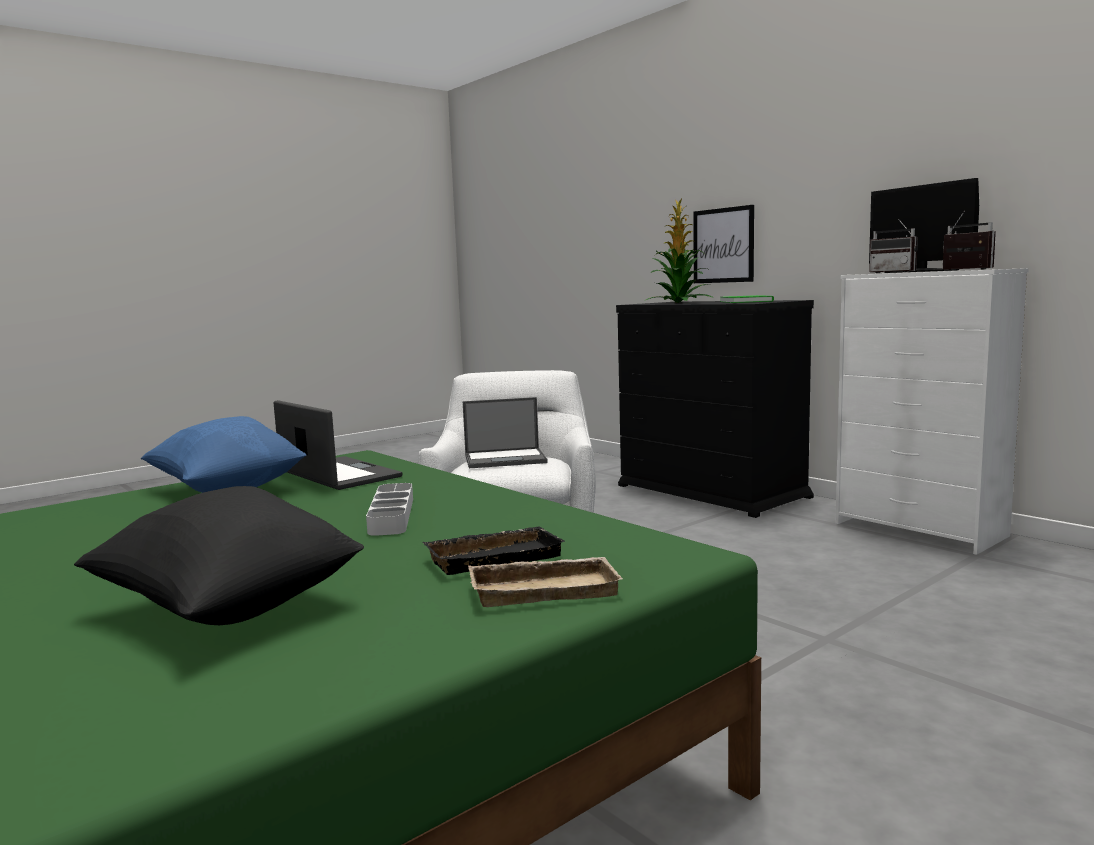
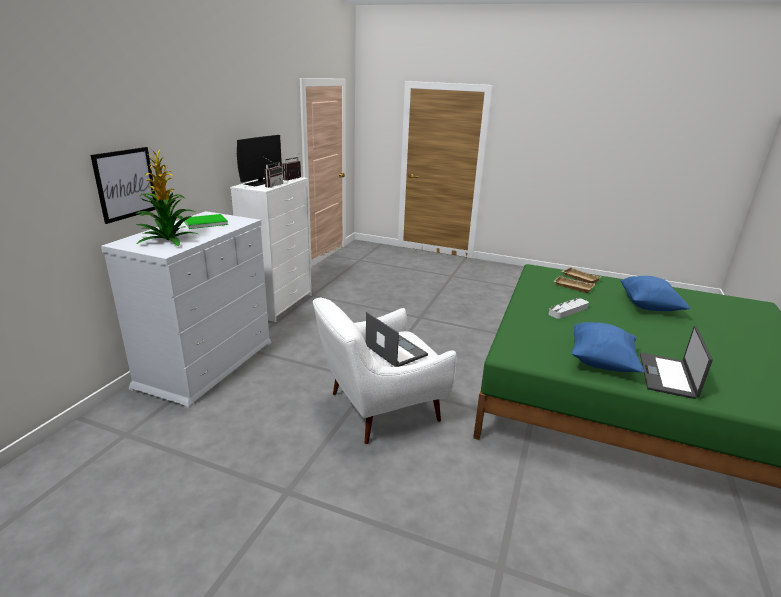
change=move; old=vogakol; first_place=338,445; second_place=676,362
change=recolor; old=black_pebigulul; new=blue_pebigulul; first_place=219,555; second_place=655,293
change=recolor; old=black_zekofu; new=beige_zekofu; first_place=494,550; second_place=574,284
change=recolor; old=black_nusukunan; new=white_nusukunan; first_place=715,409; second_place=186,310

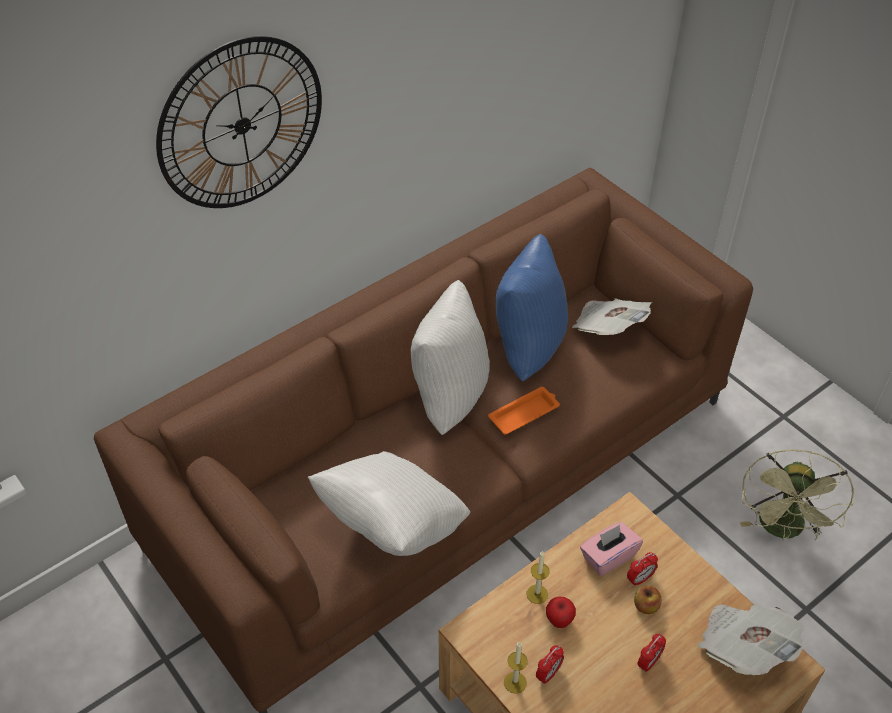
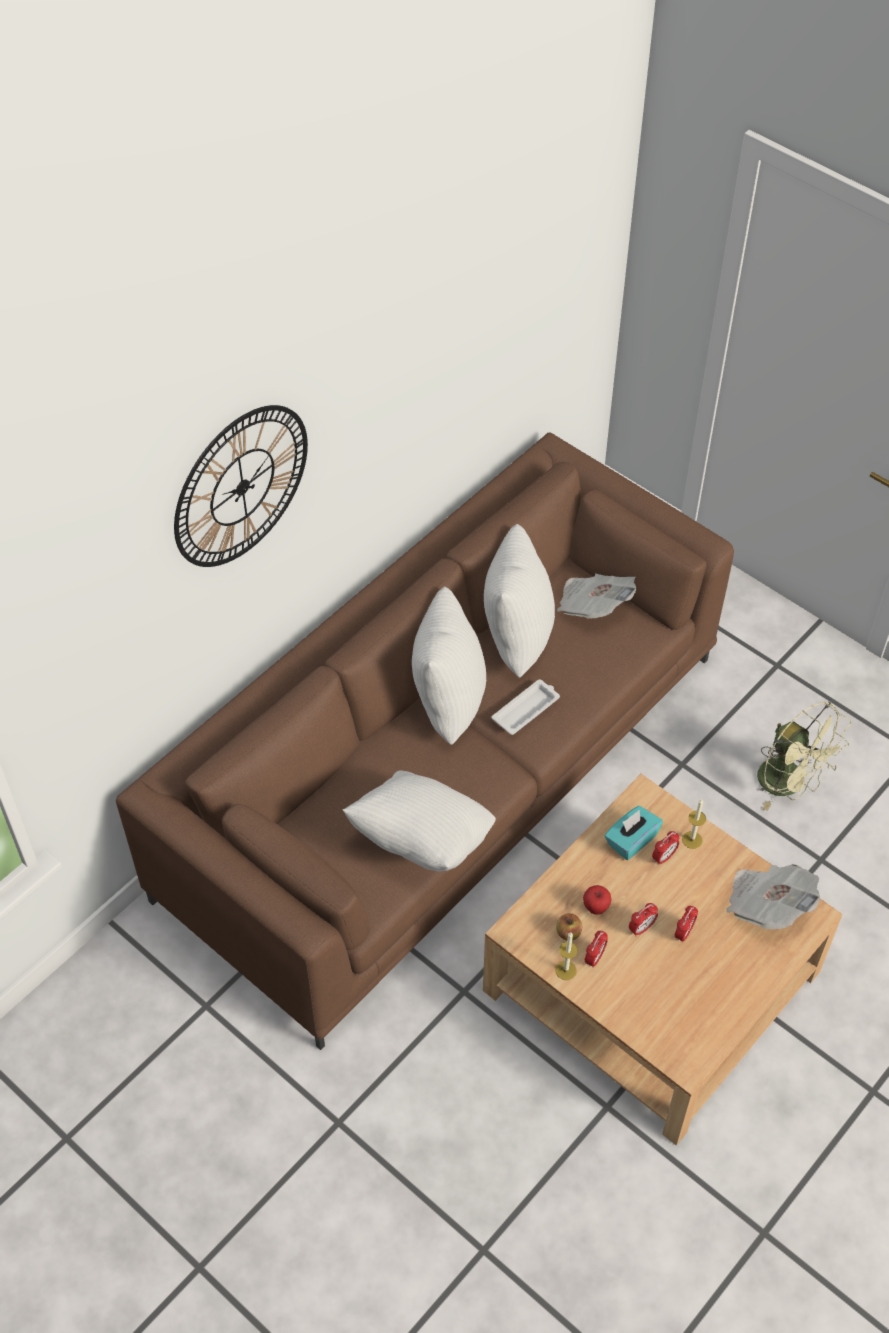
change=insert; new=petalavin; second_place=643,920
change=move; old=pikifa; first_place=538,577; second_place=694,824
change=move; old=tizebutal; first_place=648,599; second_place=569,926
change=recolor; old=orange_zekofu; new=white_zekofu; first_place=524,411; second_place=526,707
change=recolor; old=blue_pebigulul; new=white_pebigulul; first_place=531,308; second_place=519,601
change=recolor; old=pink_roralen; new=turquoise_roralen; first_place=611,549; second_place=633,833
change=rotate; old=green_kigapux; first_place=797,495; second_place=804,756; degrees=-45

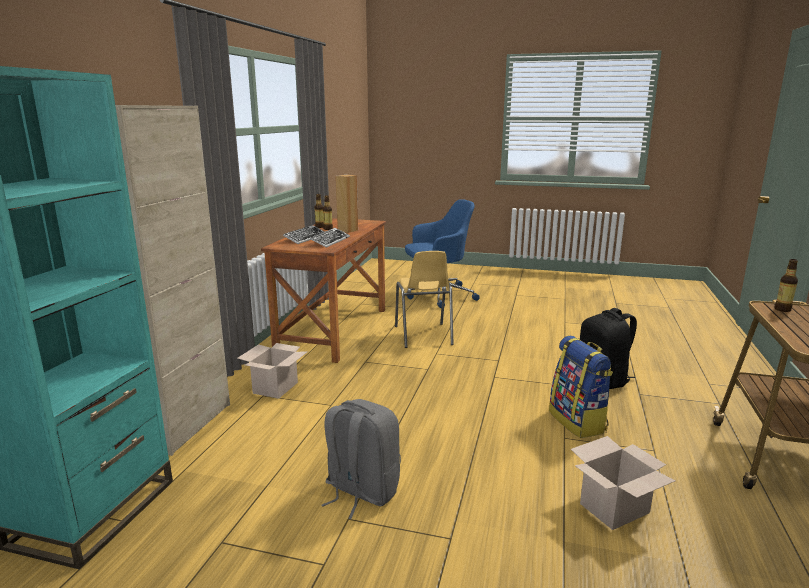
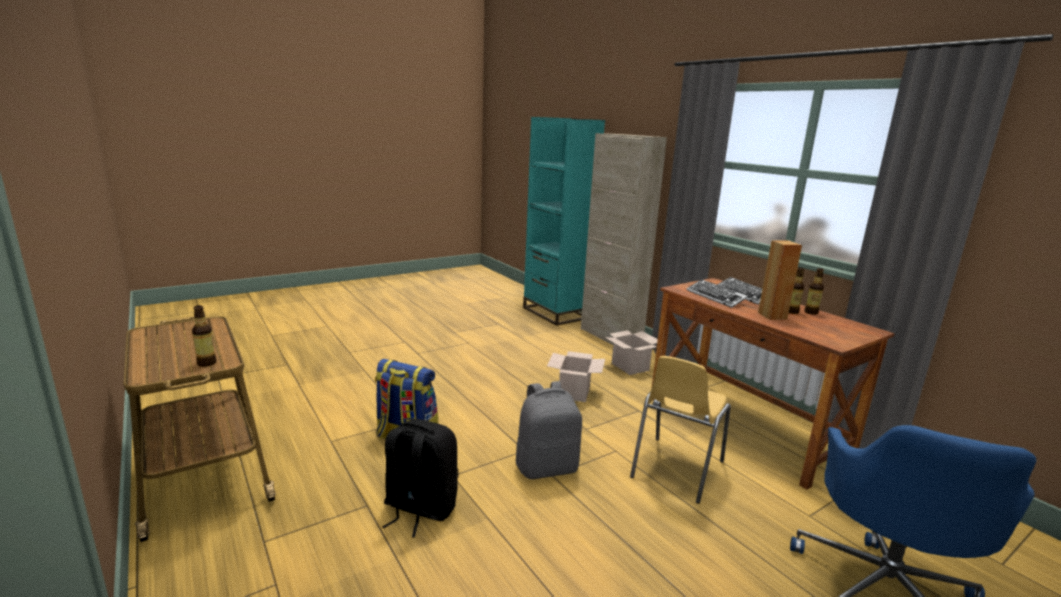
change=move; old=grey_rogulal; first_place=361,459; second_place=549,430
change=move; old=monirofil; first_place=623,483; second_place=576,376
change=rotate; old=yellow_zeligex; first_place=424,299; second_place=680,430; degrees=-90

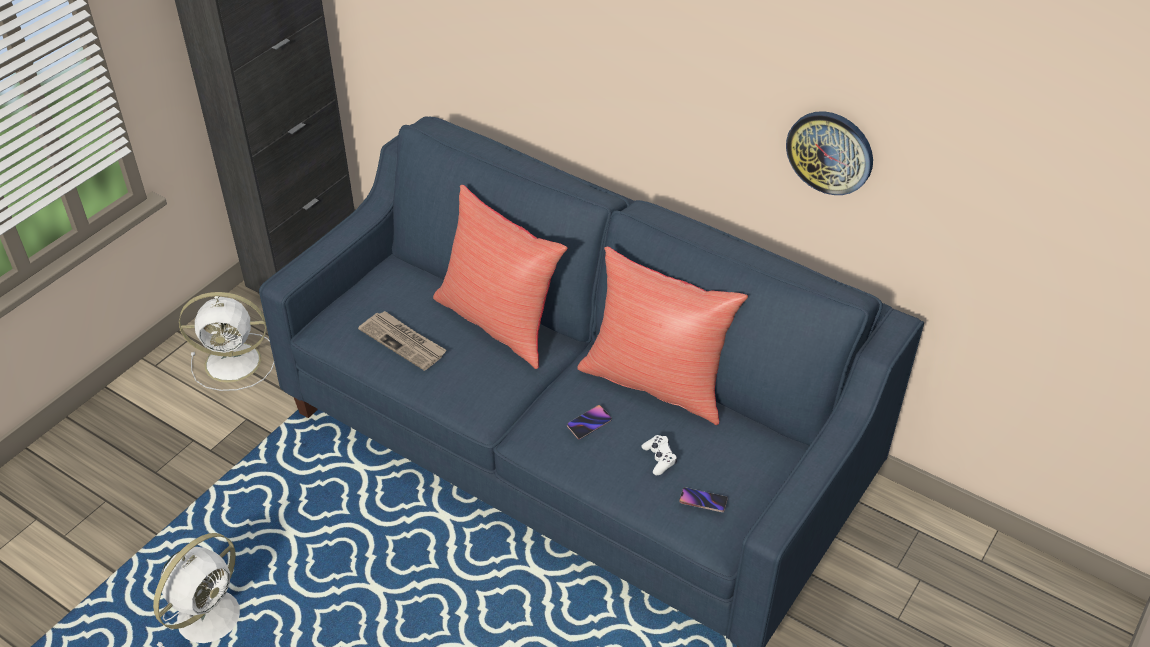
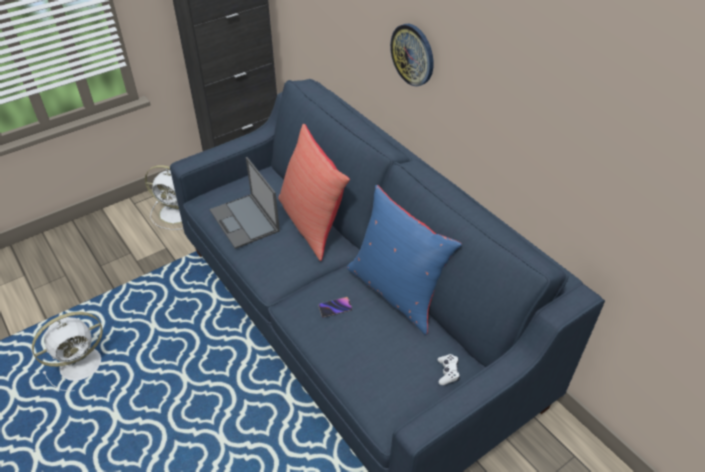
change=delete; old=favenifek; first_place=703,499
change=move; old=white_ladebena; first_place=659,455; second_place=448,369
change=move; old=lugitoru; first_place=829,153; second_place=412,55
change=replace; old=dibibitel; new=vogakol; first_place=402,341; second_place=245,203
change=recolor; old=red_pebigulul; new=blue_pebigulul; first_place=662,336; second_place=404,260

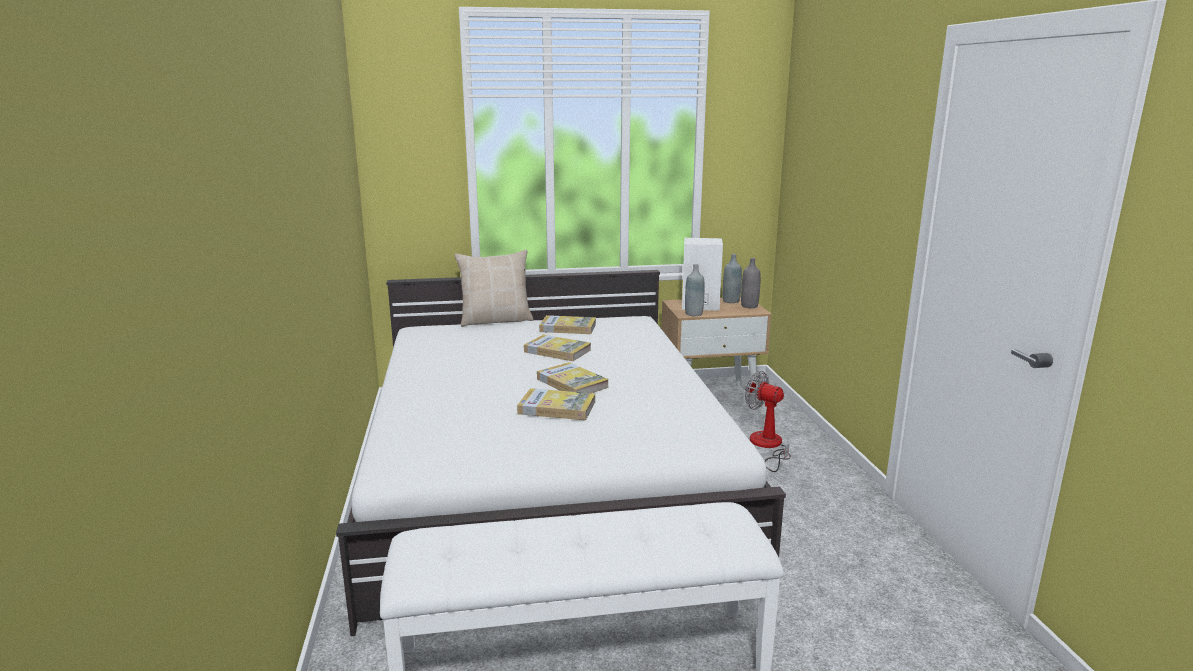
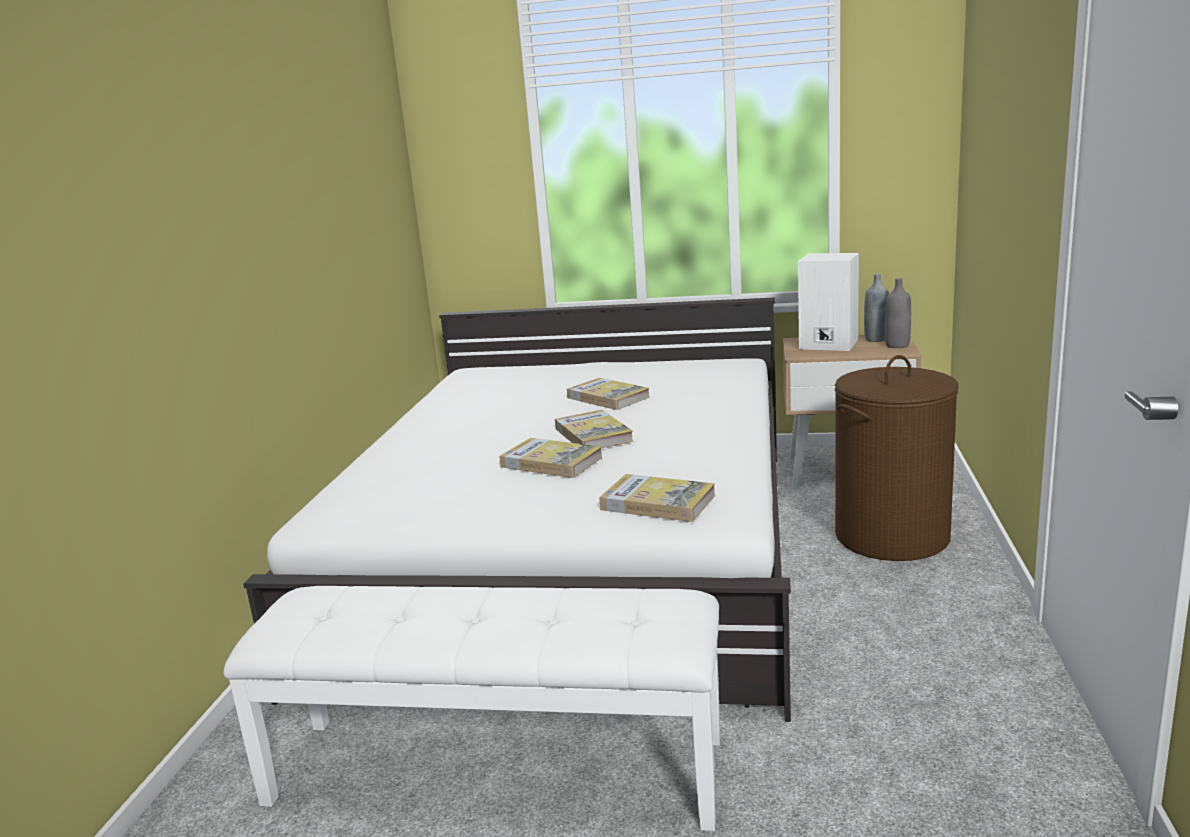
change=delete; old=beige_pebigulul; first_place=494,288
change=delete; old=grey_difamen; first_place=694,290
change=move; old=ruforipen; first_place=567,324; second_place=657,498
change=replace; old=kigapux; new=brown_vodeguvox; first_place=768,421; second_place=896,458

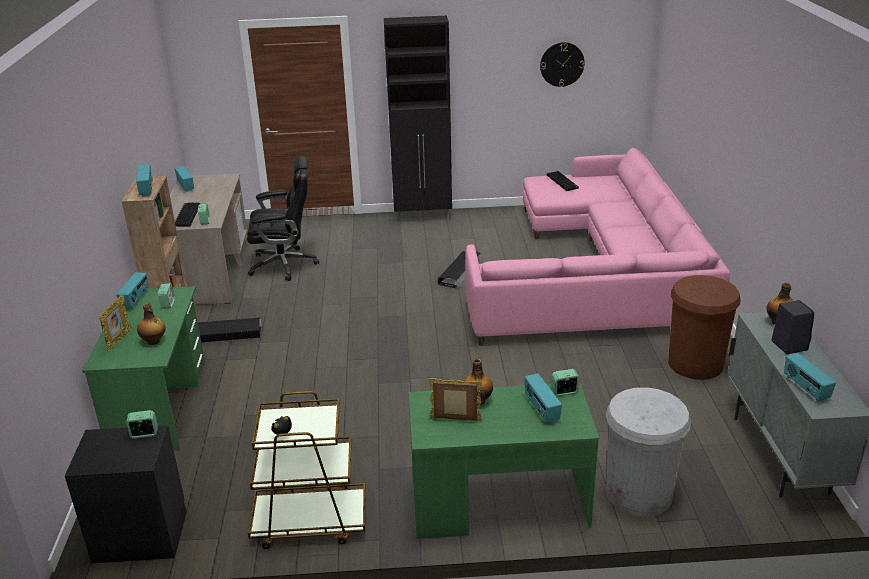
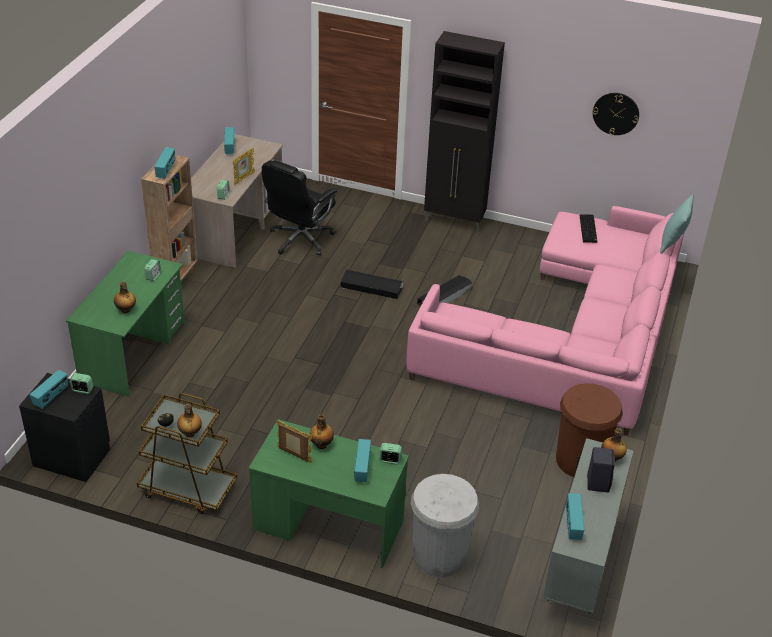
change=delete; old=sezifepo; first_place=187,215
change=insert; new=difamen; second_place=189,420
change=insert; new=turquoise_pebigulul; second_place=677,224
change=move; old=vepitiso; first_place=115,323; second_place=244,166
change=move; old=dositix; first_place=132,291; second_place=49,389
change=move; old=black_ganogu; first_place=230,329; second_place=372,284
change=rotate; old=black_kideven; first_place=283,218; second_place=299,208; degrees=105

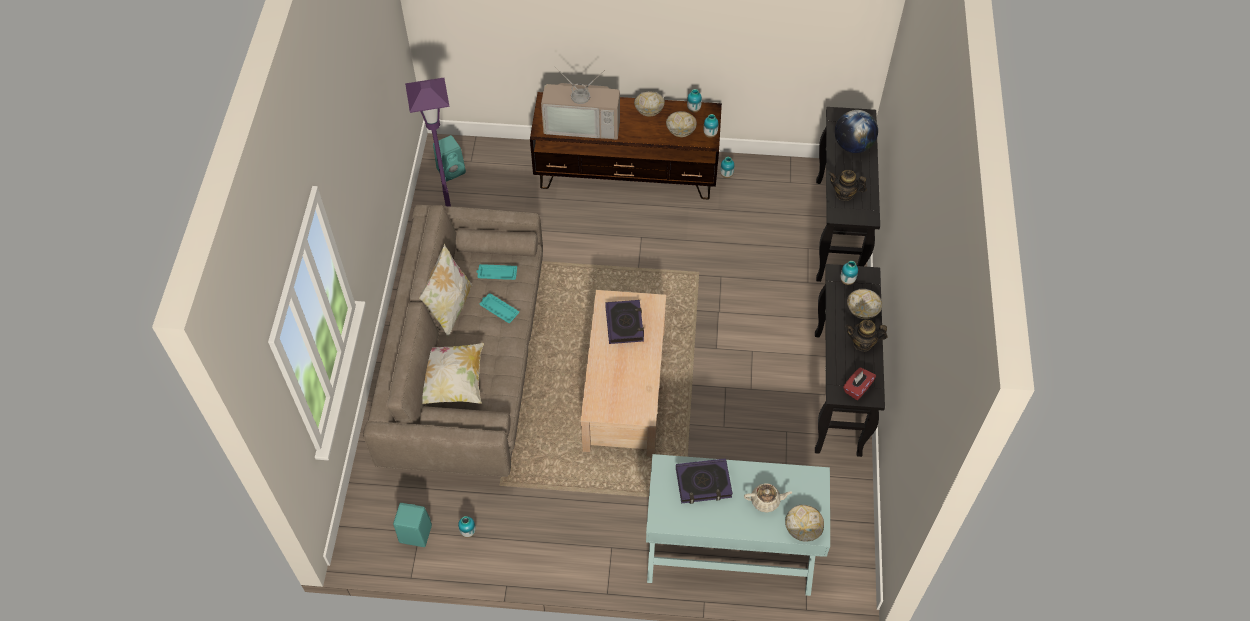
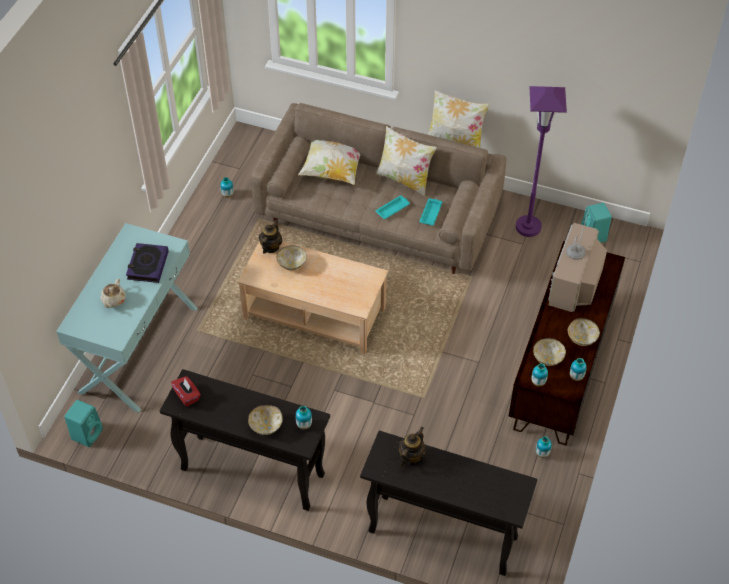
change=delete; old=ruforipen; first_place=624,322
change=delete; old=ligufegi; first_place=856,131
change=insert; new=pebigulul; second_place=458,119
change=move; old=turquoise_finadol; first_place=412,525; second_place=83,423
change=move; old=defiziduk; first_place=804,523; second_place=291,257
change=move; old=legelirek; first_place=866,335; second_place=271,236

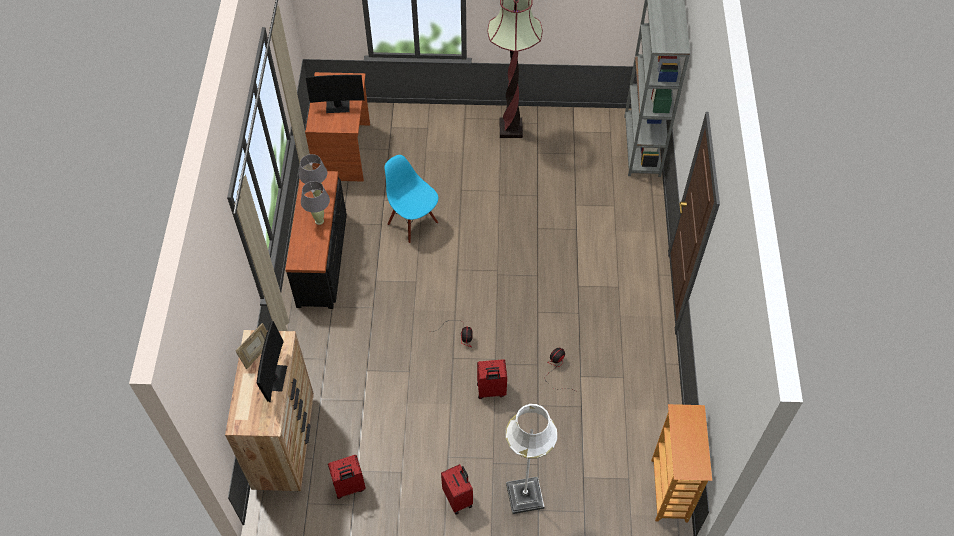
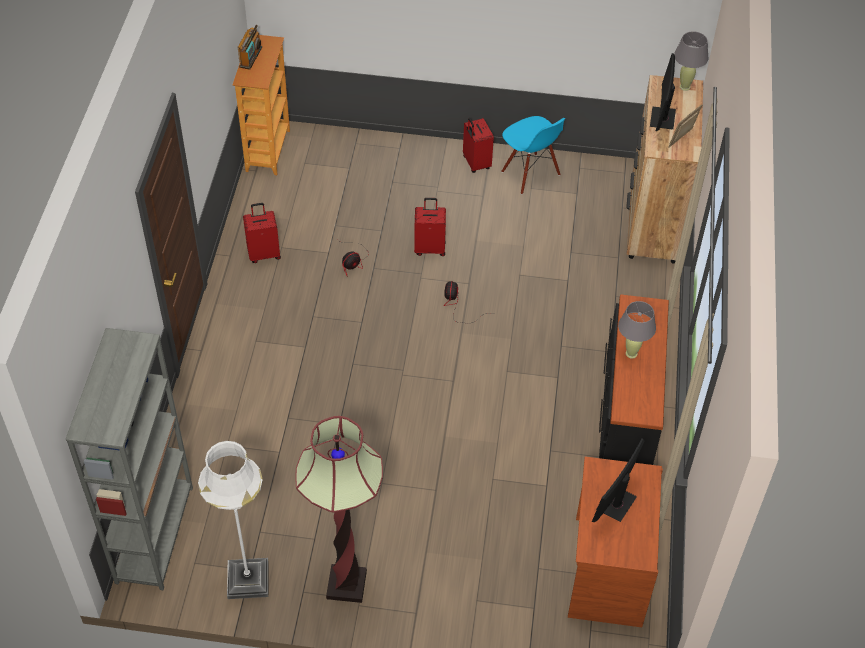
change=insert; new=dositix; second_place=250,47
change=move; old=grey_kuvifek; first_place=313,175; second_place=691,61
change=move; old=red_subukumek; first_place=347,477; second_place=262,233
change=move; old=blue_zeligex; first_place=411,199; second_place=533,155
change=move; old=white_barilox; first_place=531,459; second_place=233,520
change=rotate; old=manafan; first_place=335,94; second_place=618,480; degrees=-60

